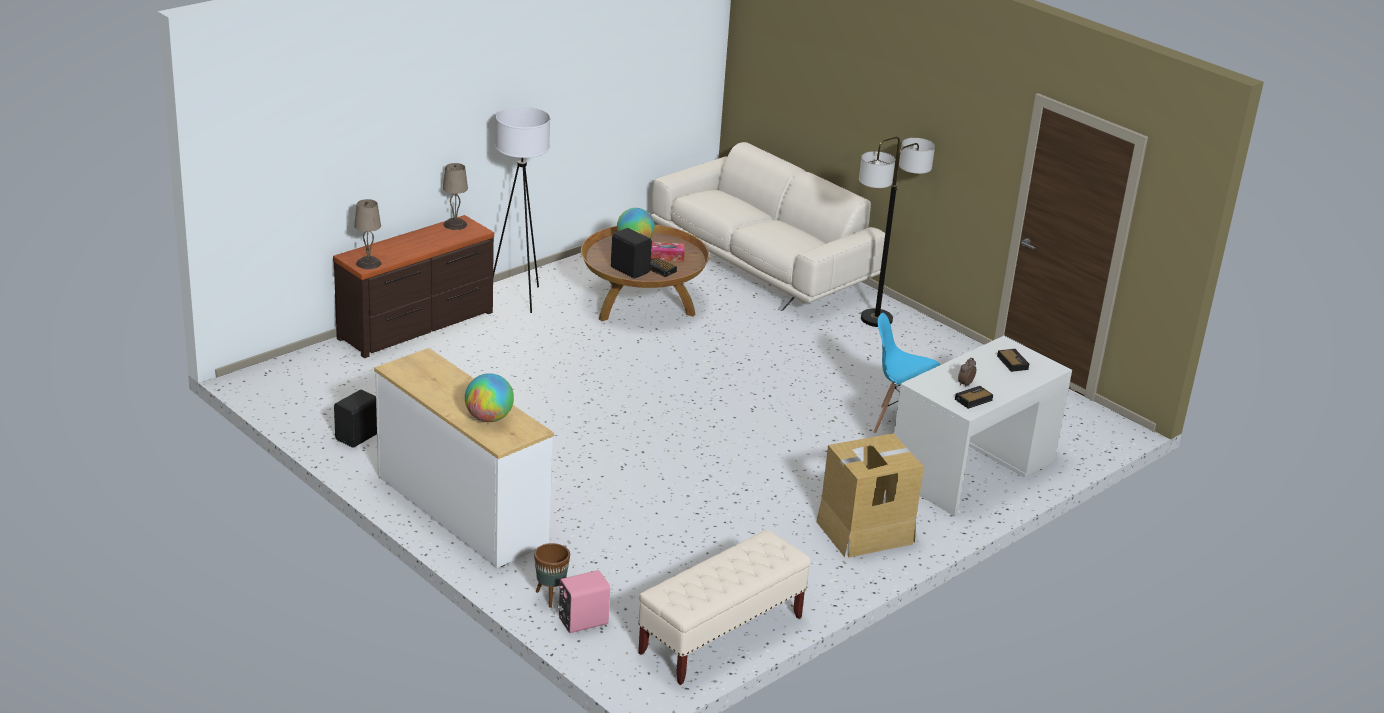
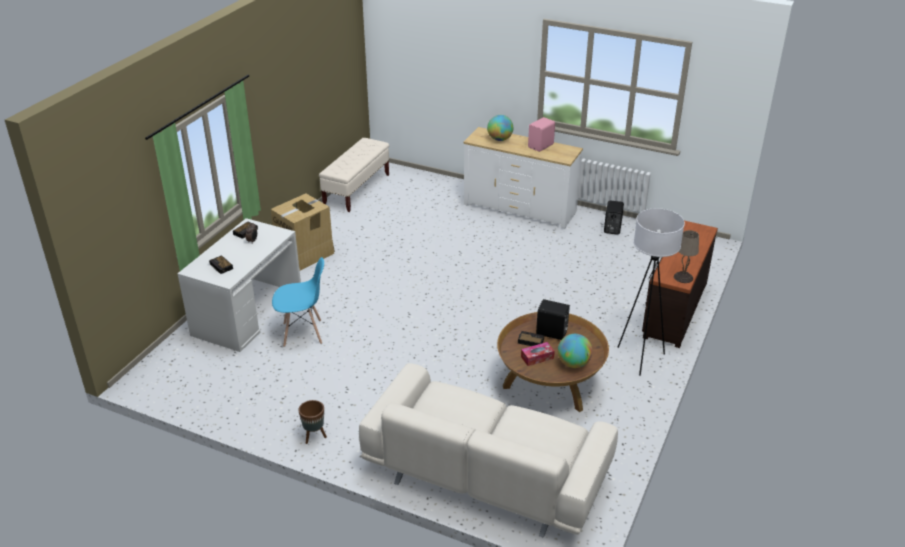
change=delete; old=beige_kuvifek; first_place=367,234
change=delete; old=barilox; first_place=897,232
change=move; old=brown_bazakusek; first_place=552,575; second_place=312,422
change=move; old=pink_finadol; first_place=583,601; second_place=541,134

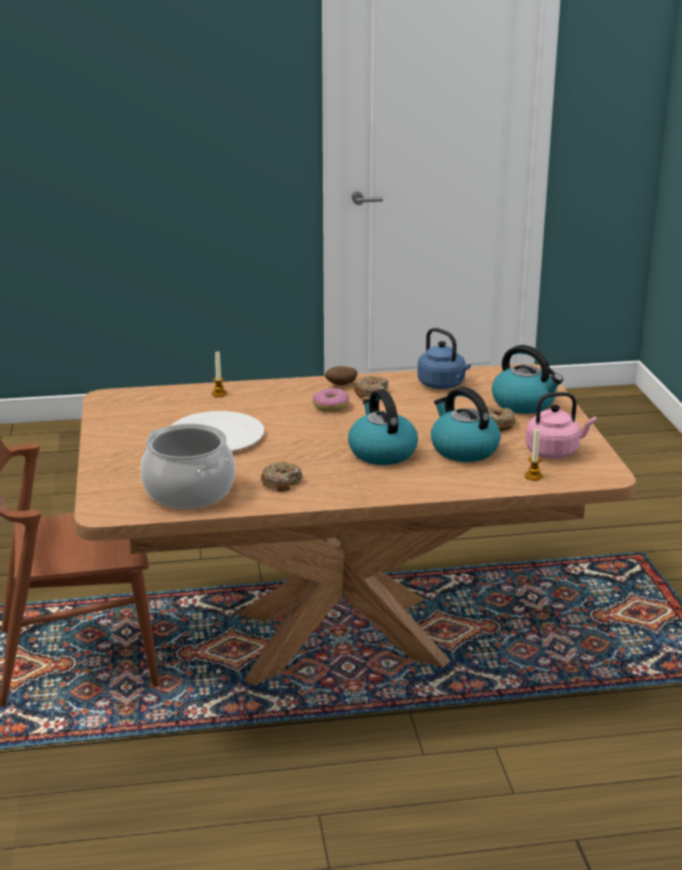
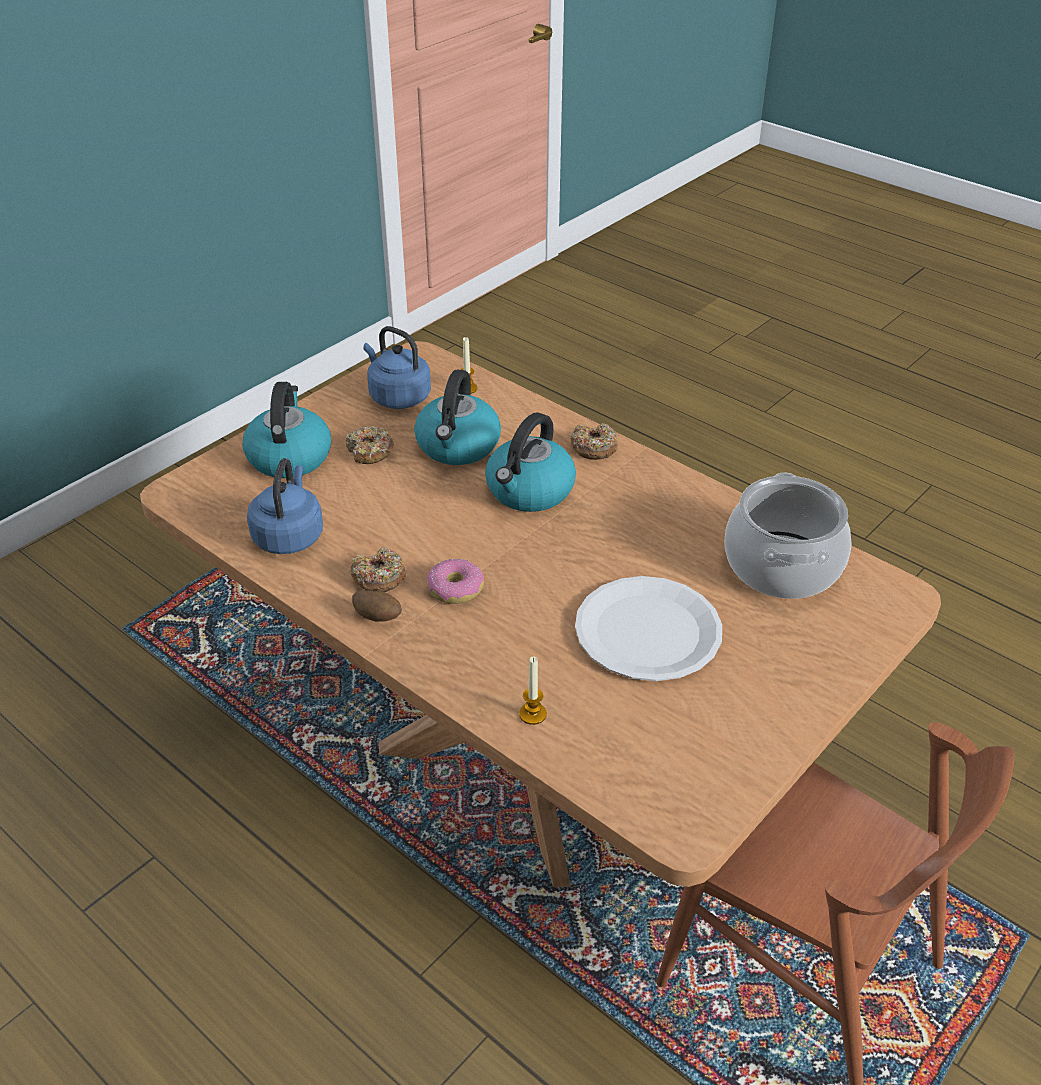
change=move; old=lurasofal; first_place=282,476; second_place=594,441
change=recolor; old=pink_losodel; new=blue_losodel; first_place=561,425; second_place=397,367

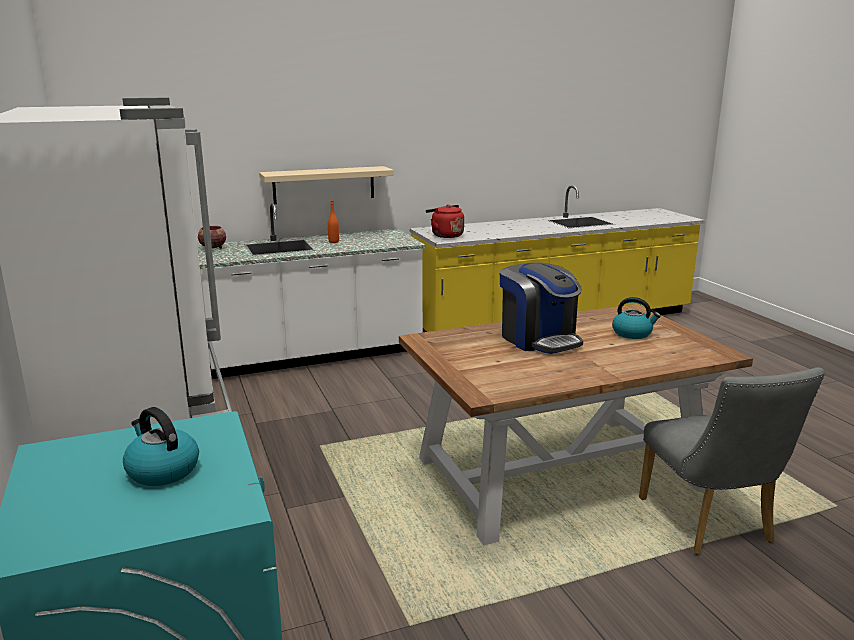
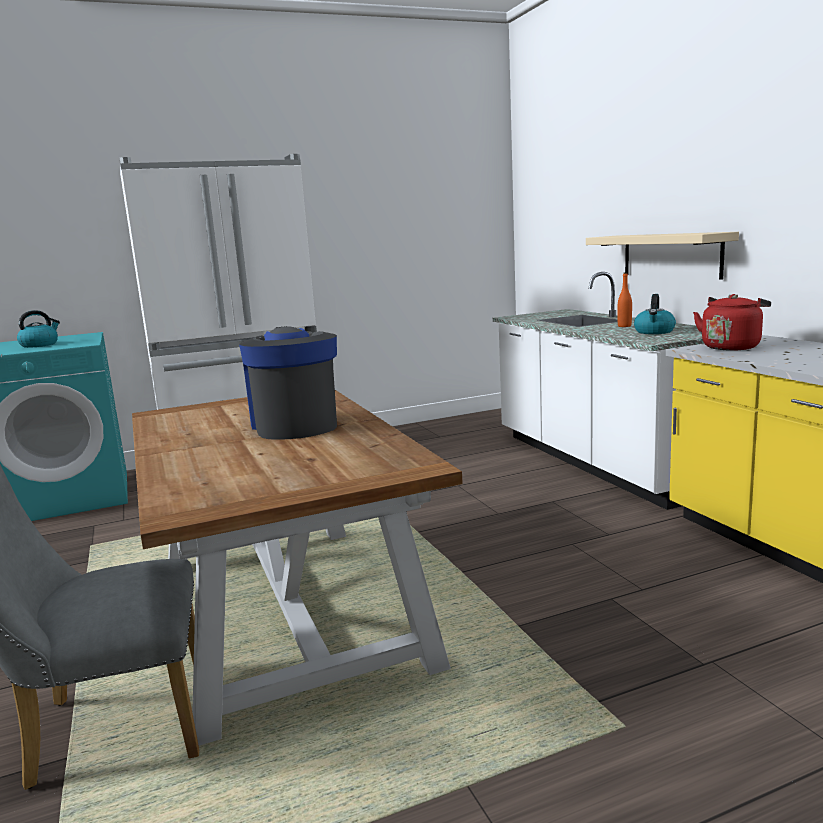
change=delete; old=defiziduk; first_place=212,237
change=move; old=losodel; first_place=636,318; second_place=655,314
change=rotate; old=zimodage; first_place=541,308; second_place=288,383; degrees=105

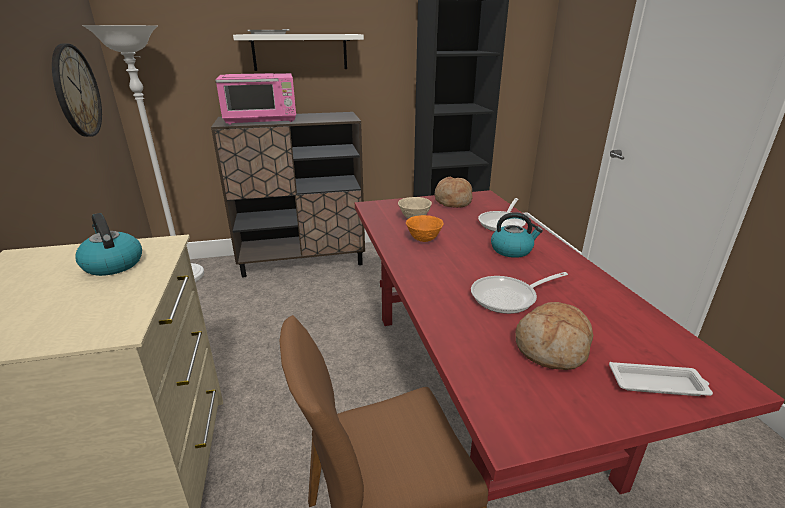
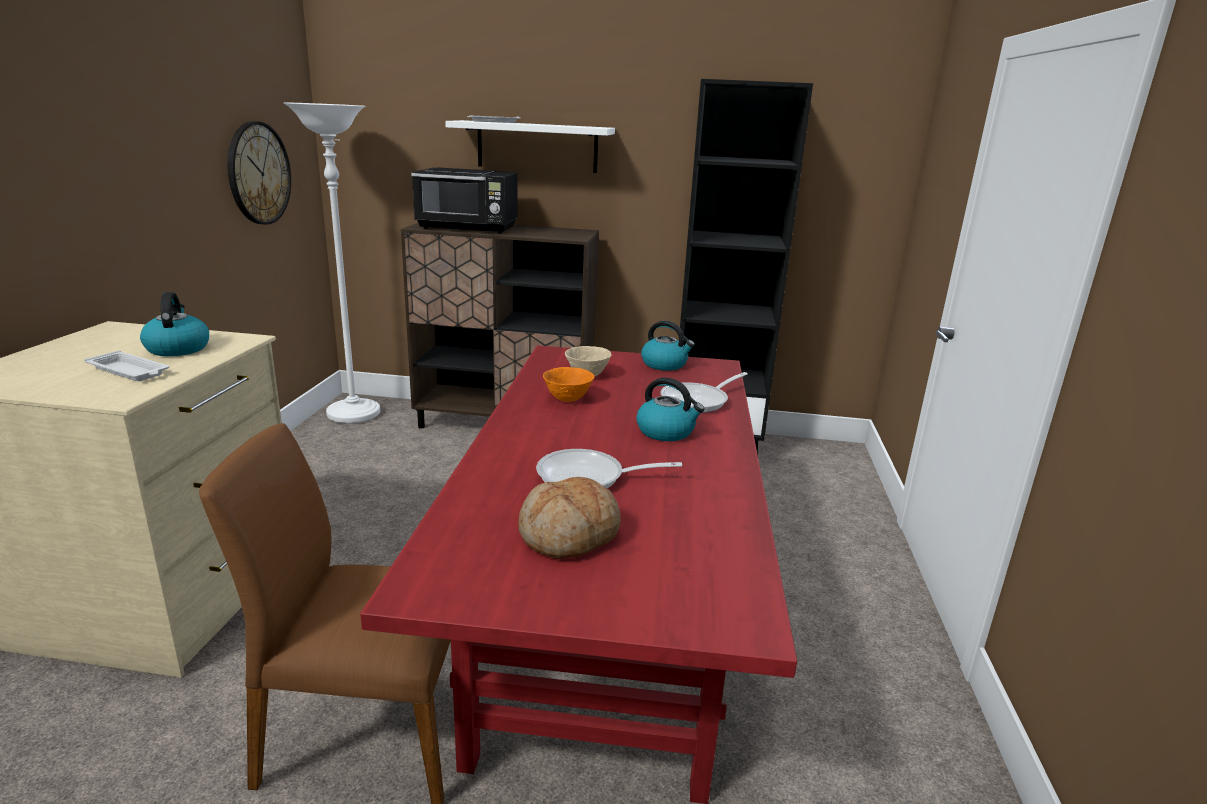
change=move; old=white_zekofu; first_place=661,379; second_place=126,365
change=replace; old=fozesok; new=losodel; first_place=453,192; second_place=668,346
change=recolor; old=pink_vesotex; new=black_vesotex; first_place=256,99; second_place=464,200

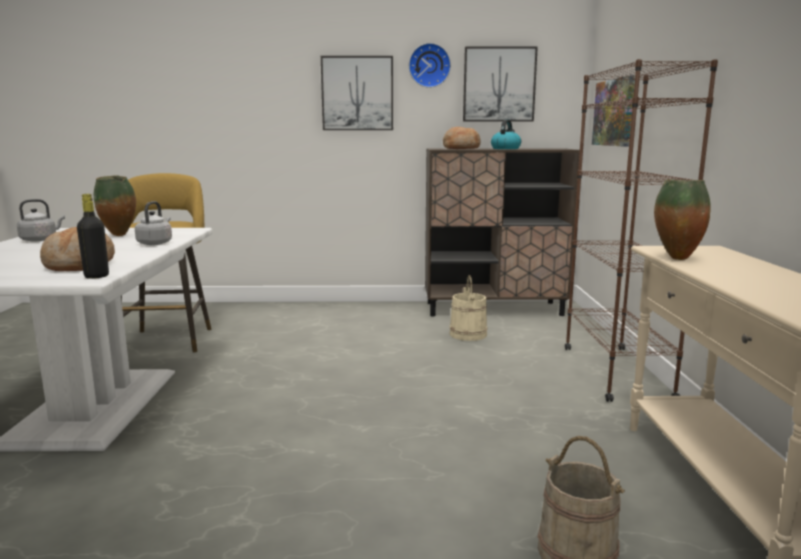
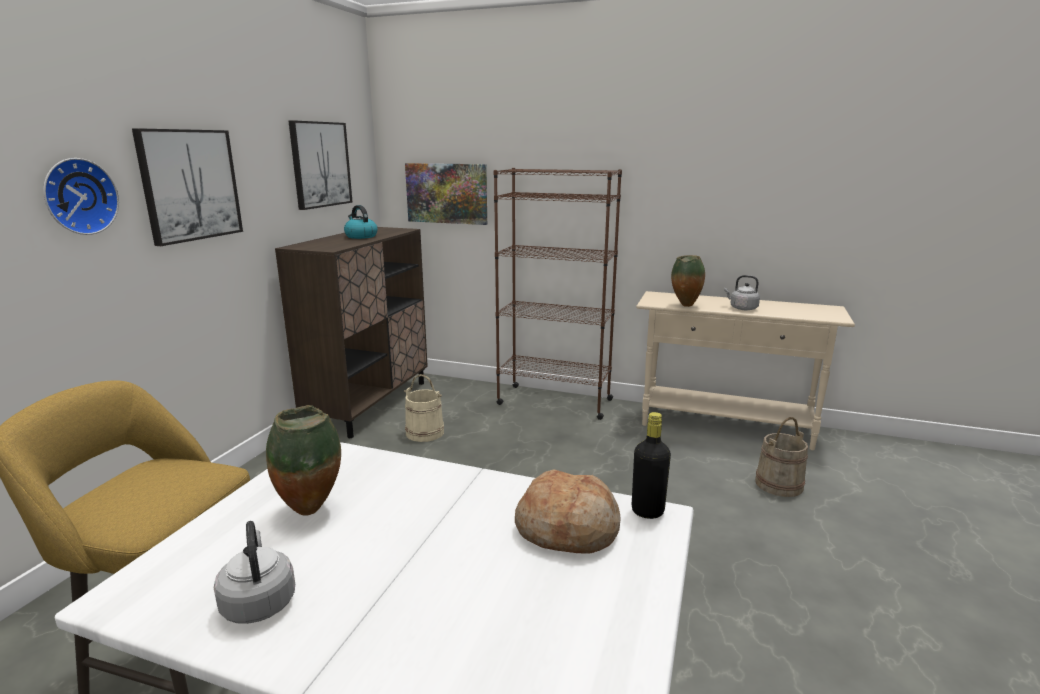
change=delete; old=fozesok; first_place=462,138
change=move; old=grey_losodel; first_place=153,223; second_place=742,292
change=move; old=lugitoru; first_place=430,65; second_place=81,196

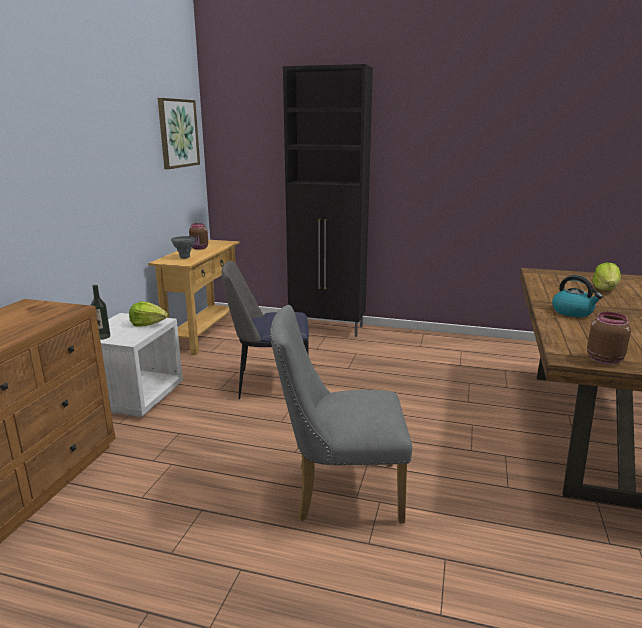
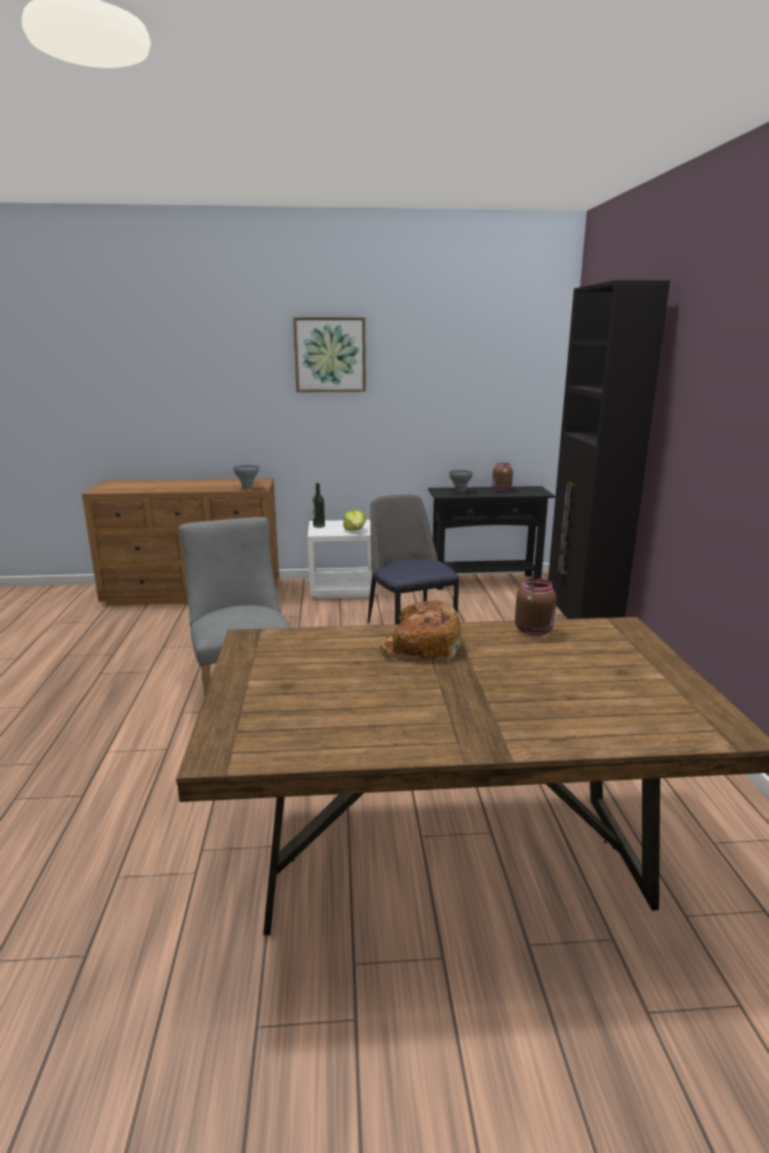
change=delete; old=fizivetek; first_place=606,276
change=insert; new=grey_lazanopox; second_place=246,477
change=move; old=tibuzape; first_place=179,133; second_place=329,354
change=move; old=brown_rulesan; first_place=609,338; second_place=536,607
change=replace; old=losodel; new=fozesok; first_place=577,296; second_place=420,629
change=recolor; old=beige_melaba; new=black_melaba; first_place=194,297; second_place=491,537

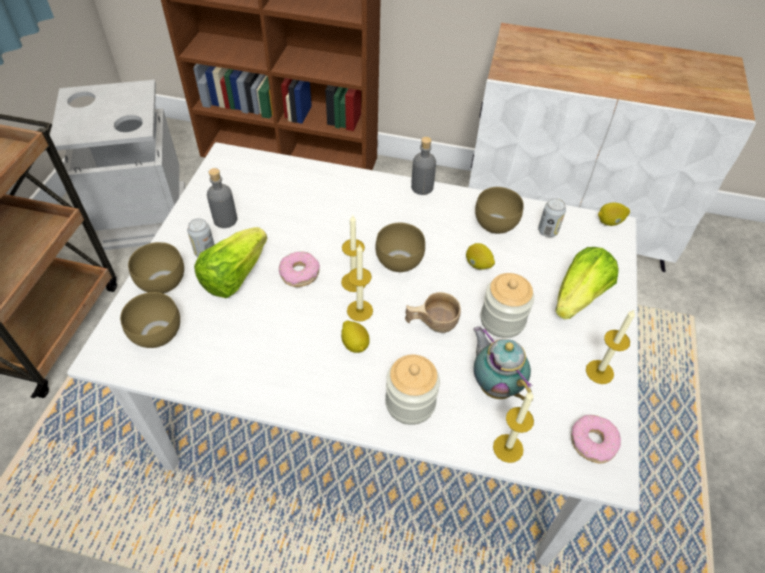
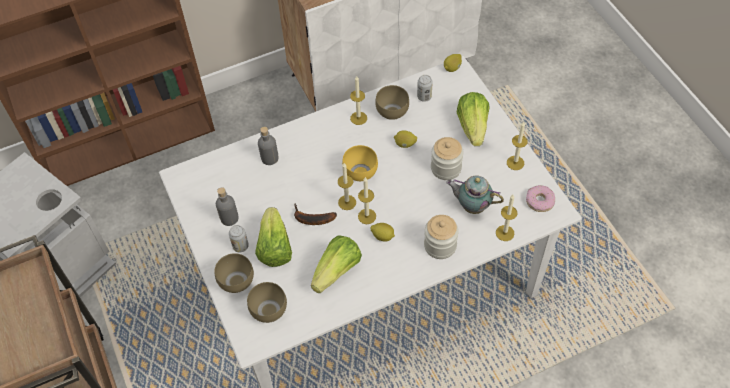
change=delete; old=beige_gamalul; first_place=433,312
change=insert; new=fizivetek; second_place=336,264
change=insert; new=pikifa; second_place=358,100
change=move; old=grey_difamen; first_place=423,166; second_place=268,146
change=replace; old=lurasofal; new=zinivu; first_place=299,269; second_place=315,214
change=recolor; old=brown_defiziduk; new=yellow_defiziduk; first_place=400,247; second_place=360,163

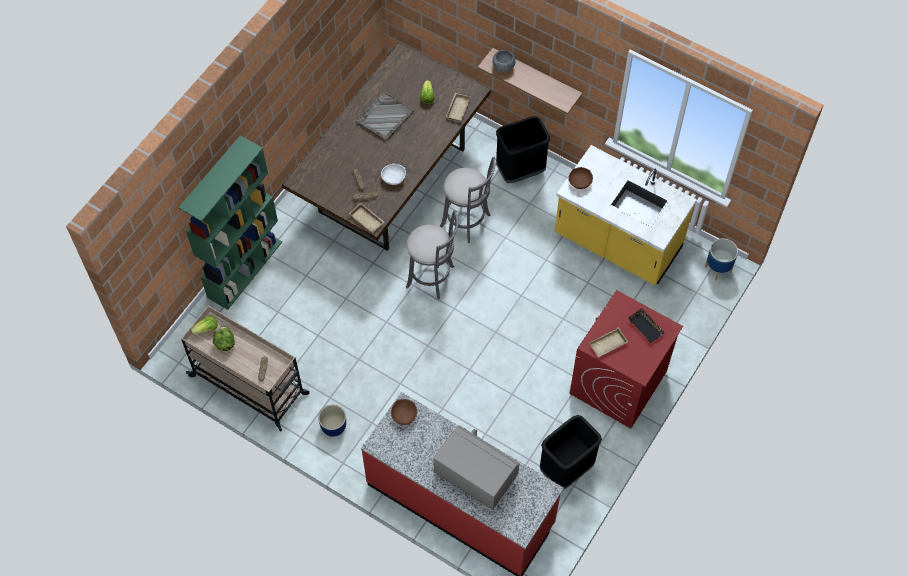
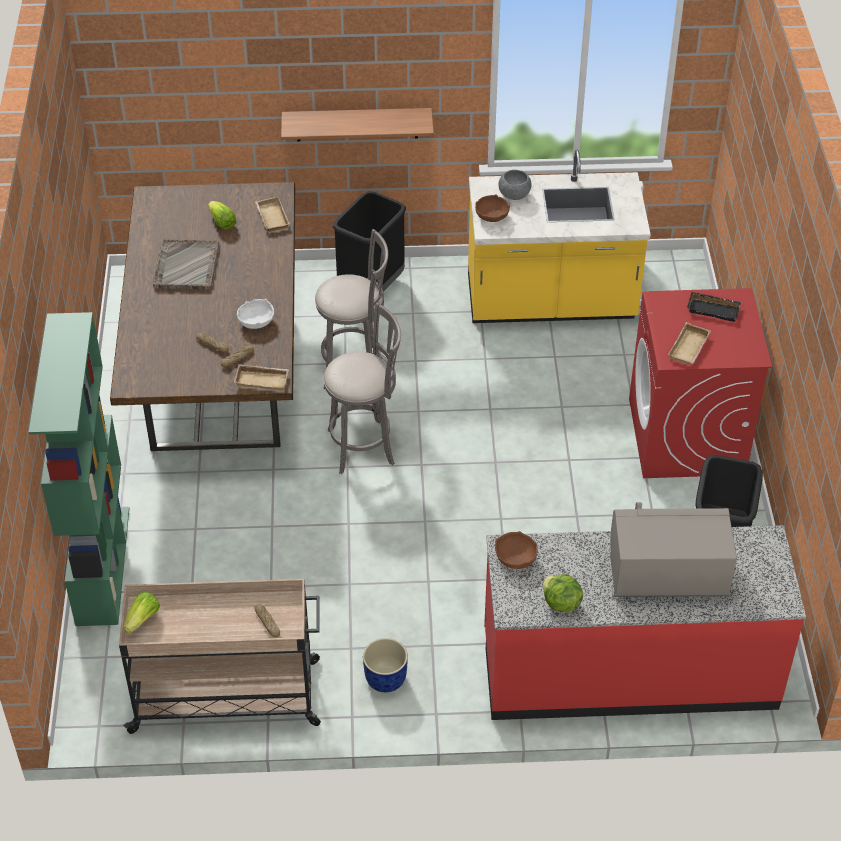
change=delete; old=bazakusek; first_place=721,259
change=move; old=fizivetek; first_place=224,338; second_place=563,593
change=move; old=grey_defiziduk; first_place=503,61; second_place=515,185

